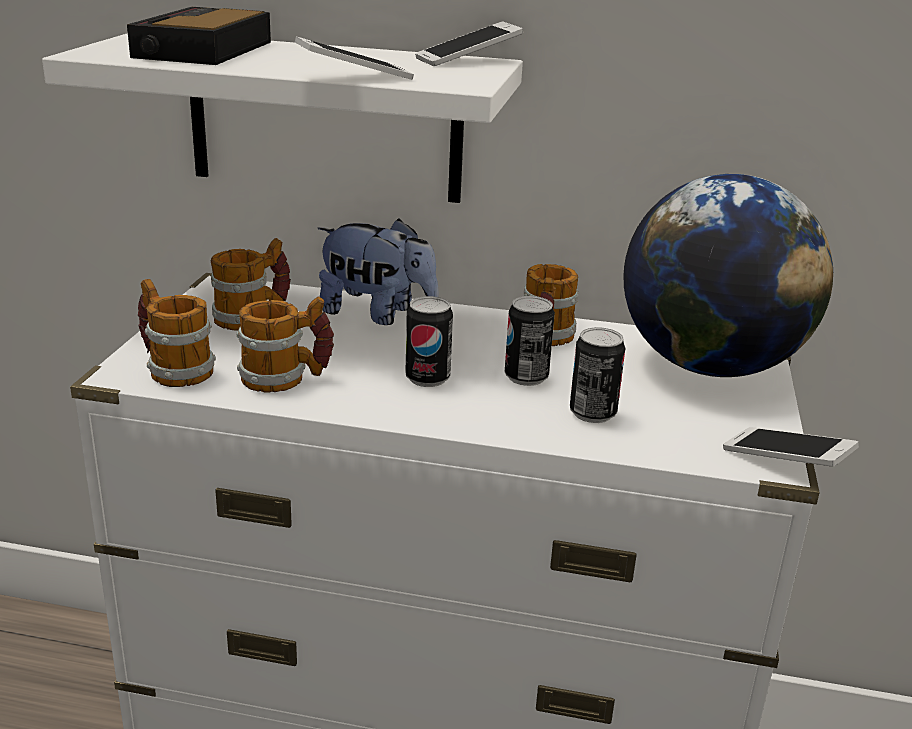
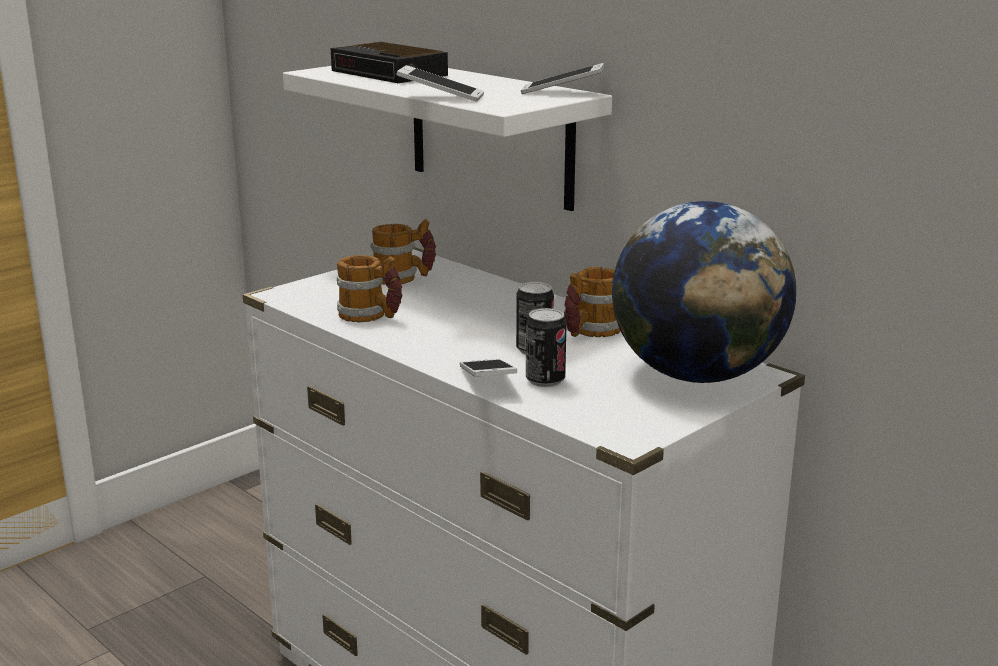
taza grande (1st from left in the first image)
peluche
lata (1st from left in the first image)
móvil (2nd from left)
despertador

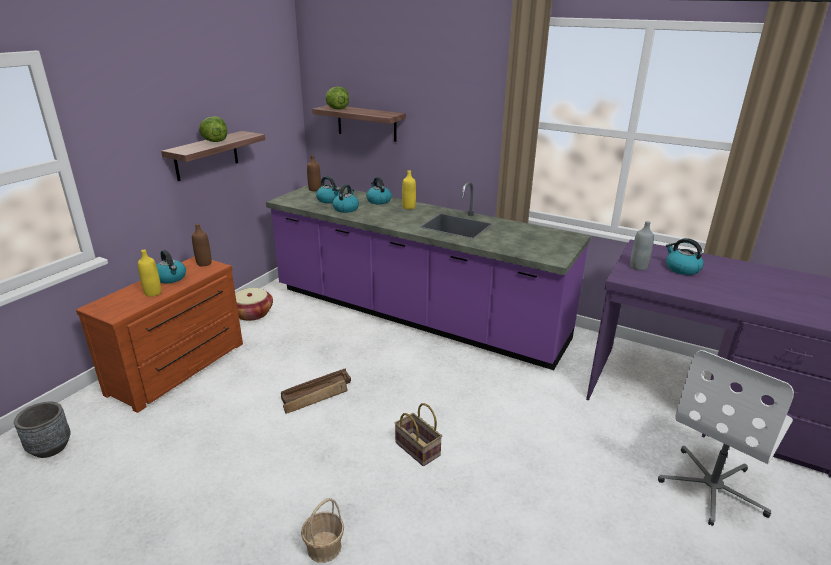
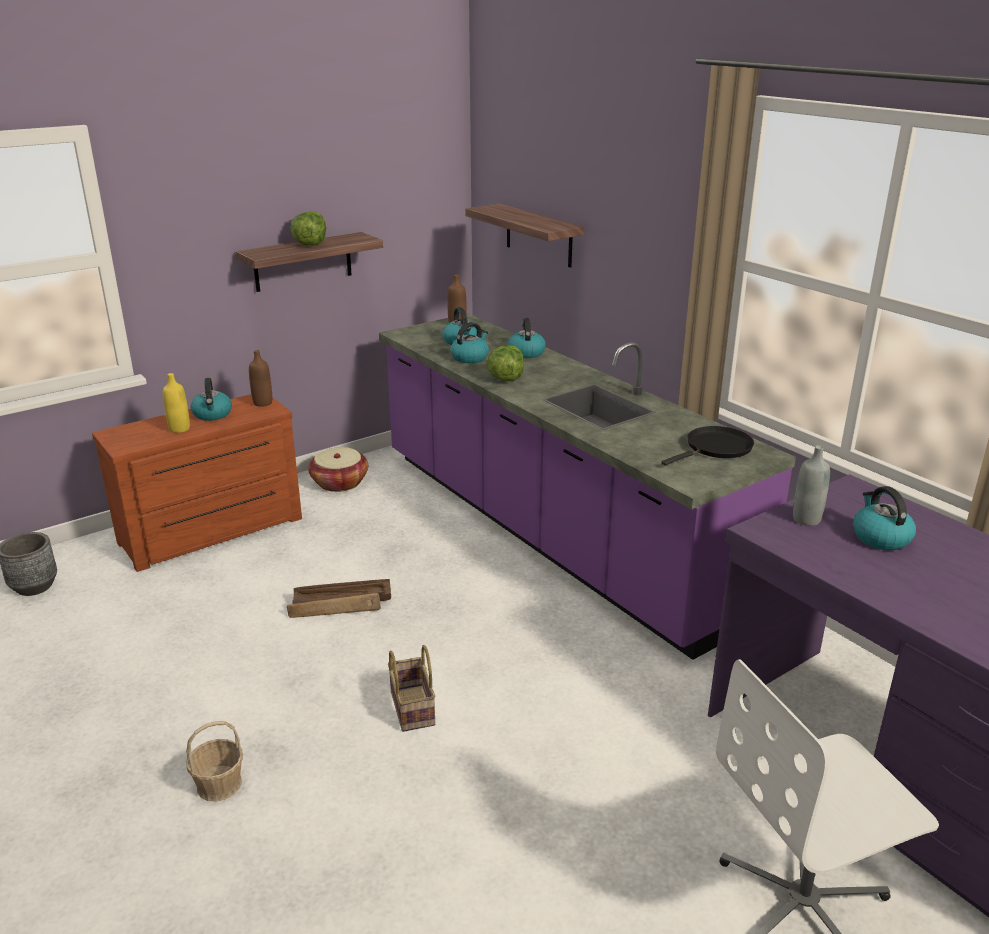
botella [amarillo] (2nd from left in the first image)
sartén [negro]
lechuga (2nd from left)

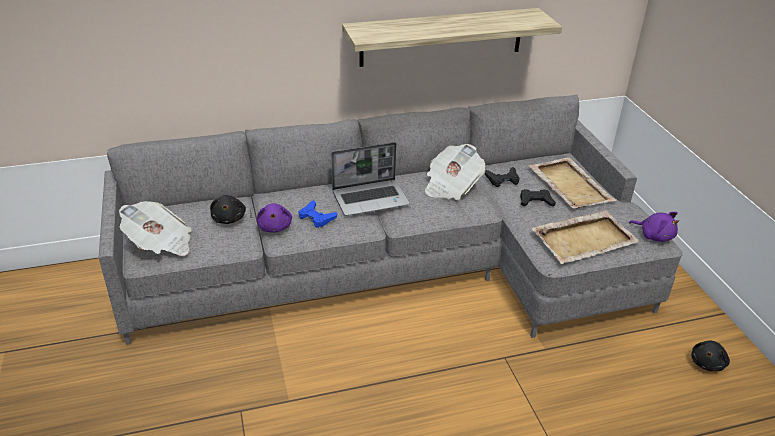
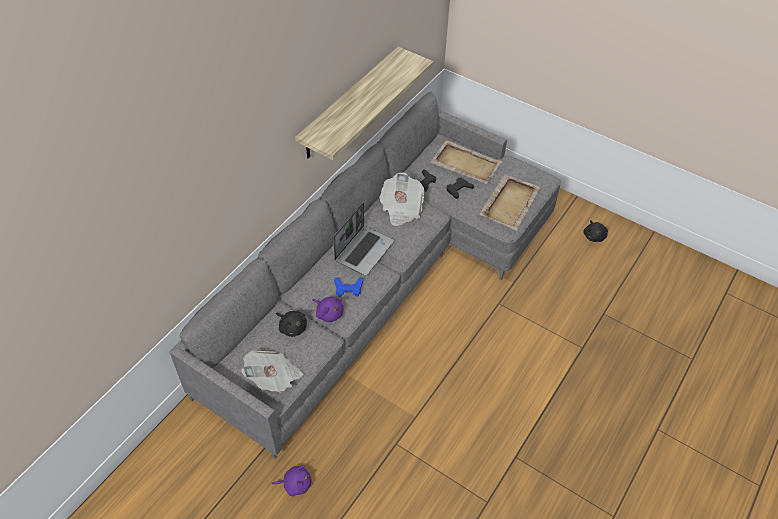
peluche [morado] (1st from left)

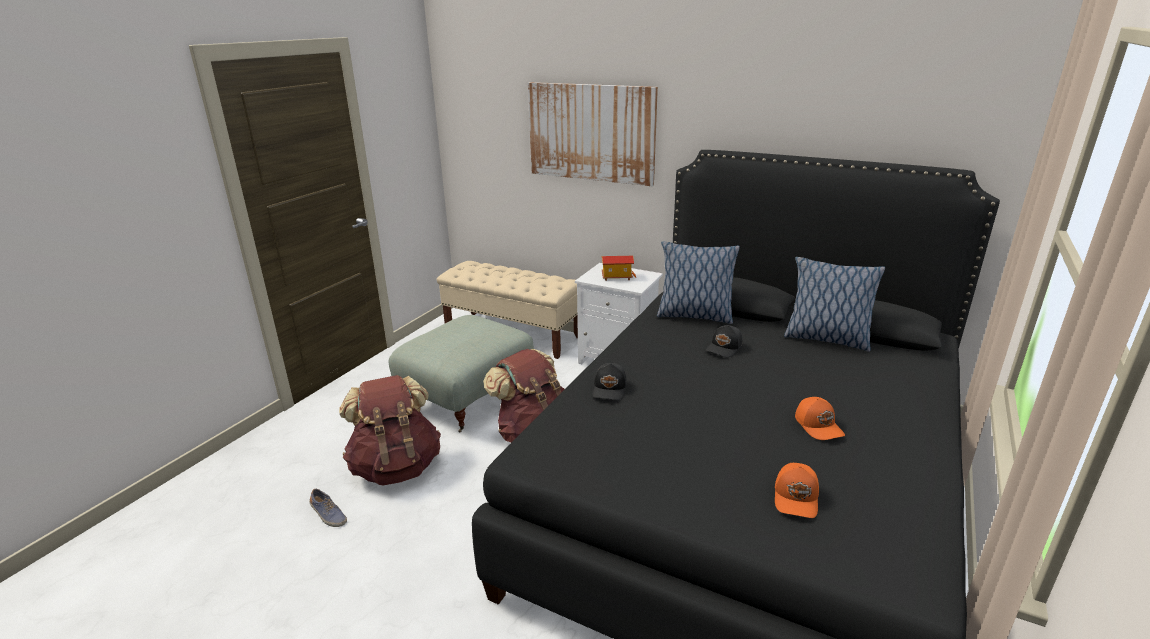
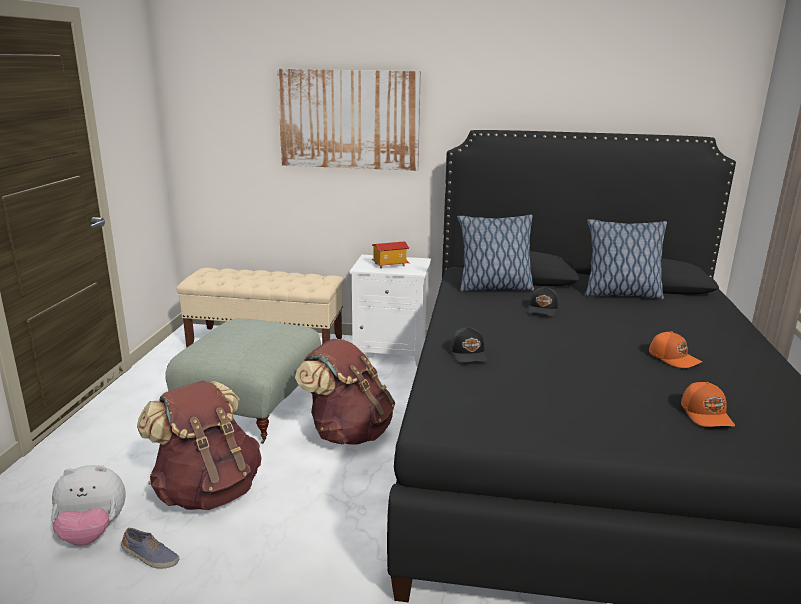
peluche

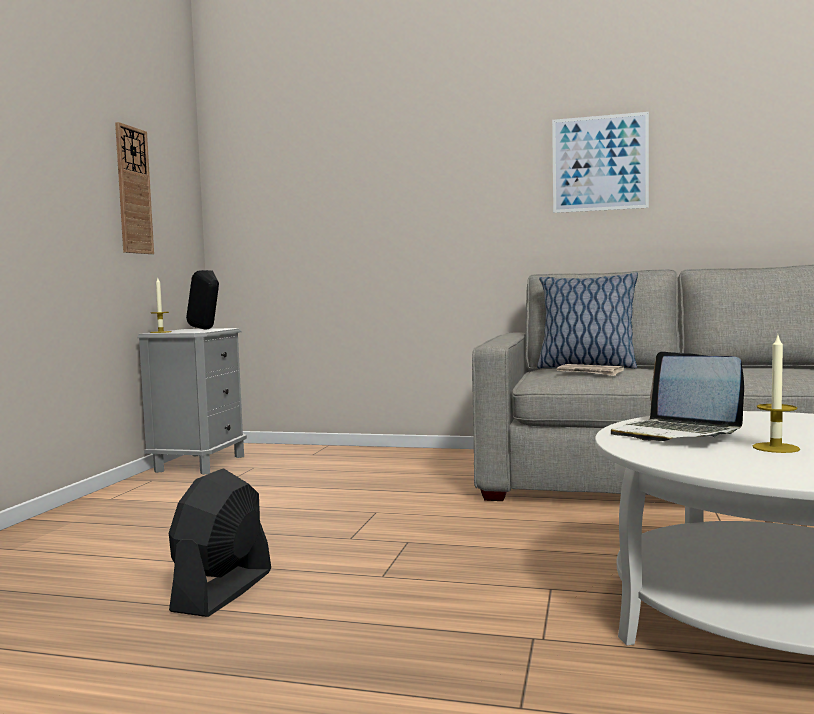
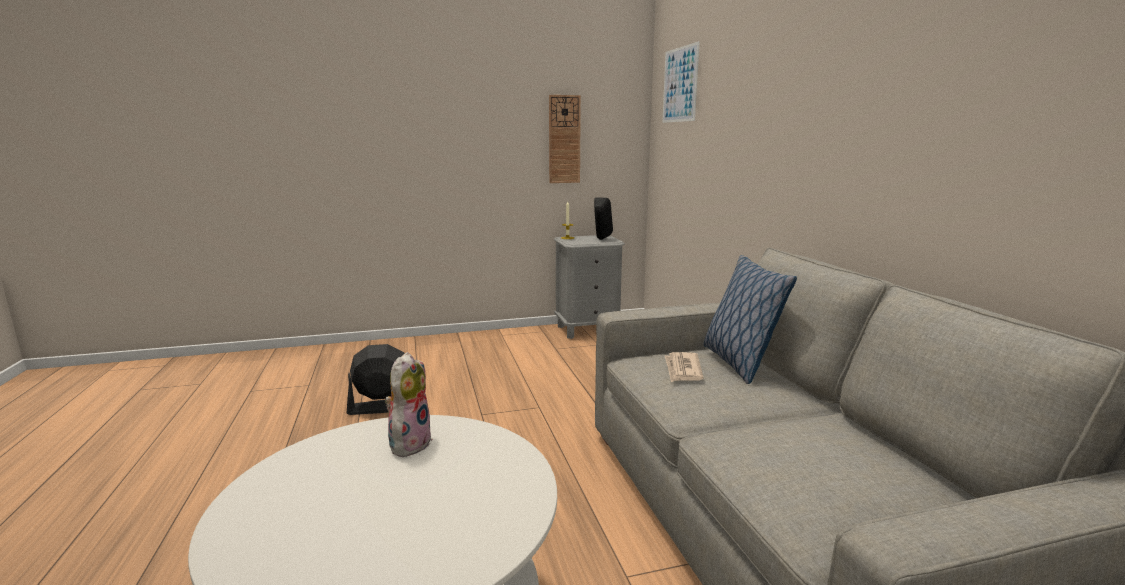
vela (2nd from left in the first image)
cuadro
peluche

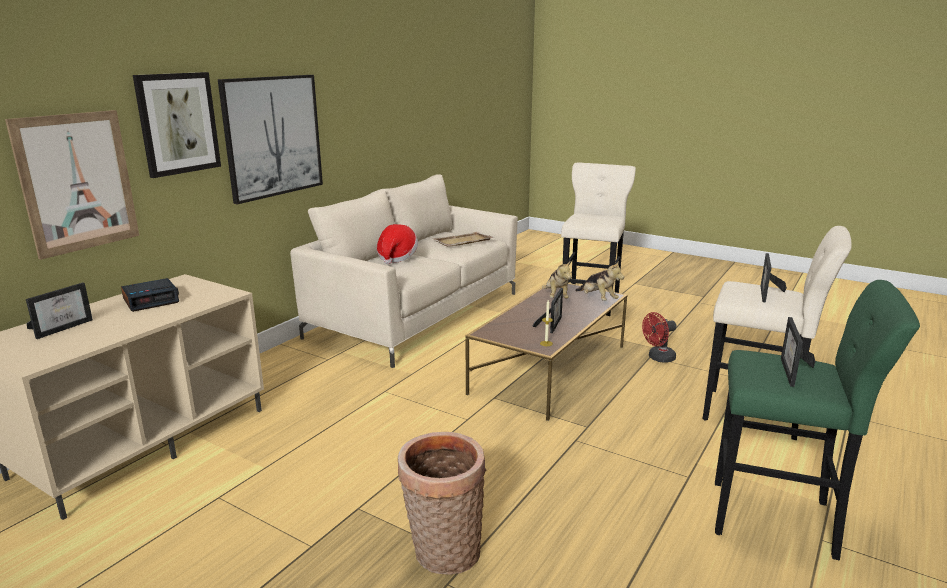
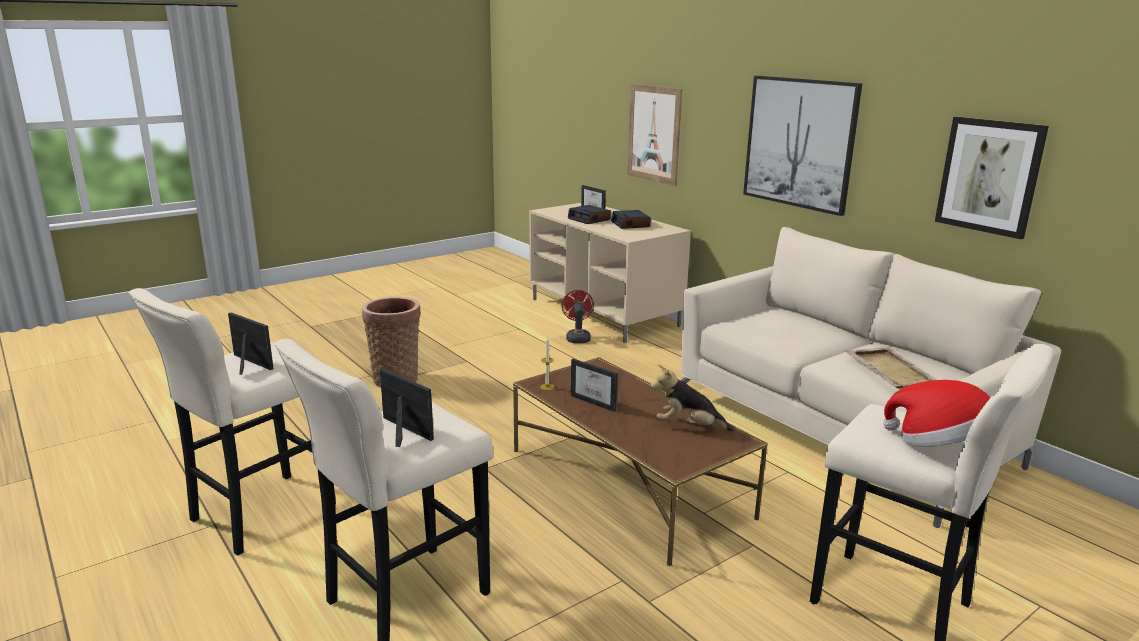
peluche (2nd from left in the first image)
despertador (1st from left)
cuadro (3rd from left)
sombrero
ventilador [rojo]
taburete [beis] (1st from left)

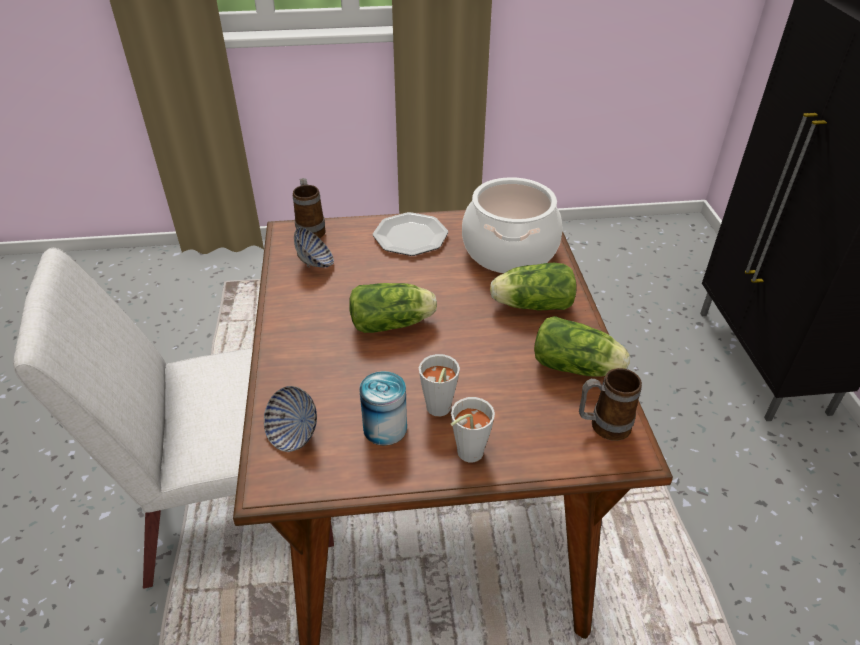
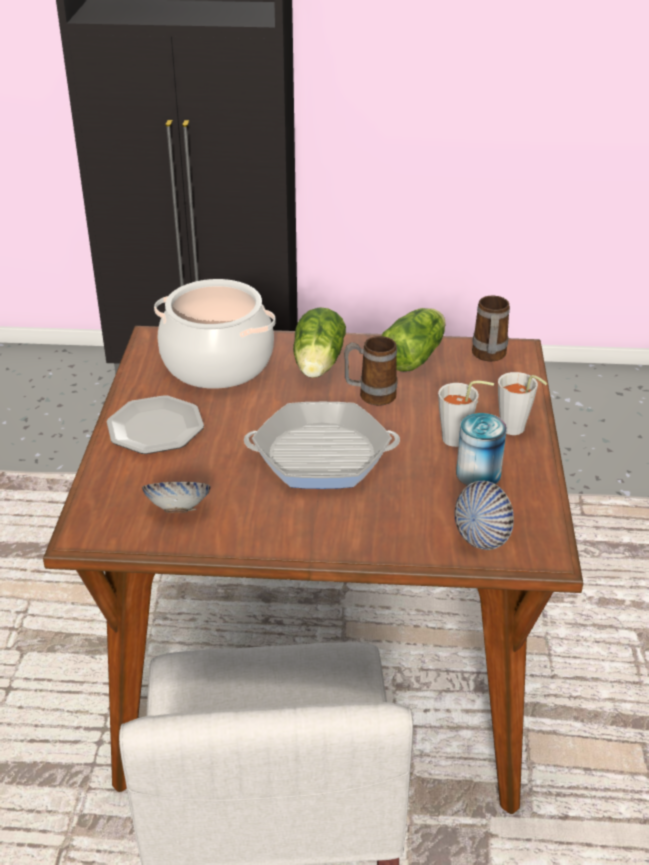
taza grande (1st from left)
sartén

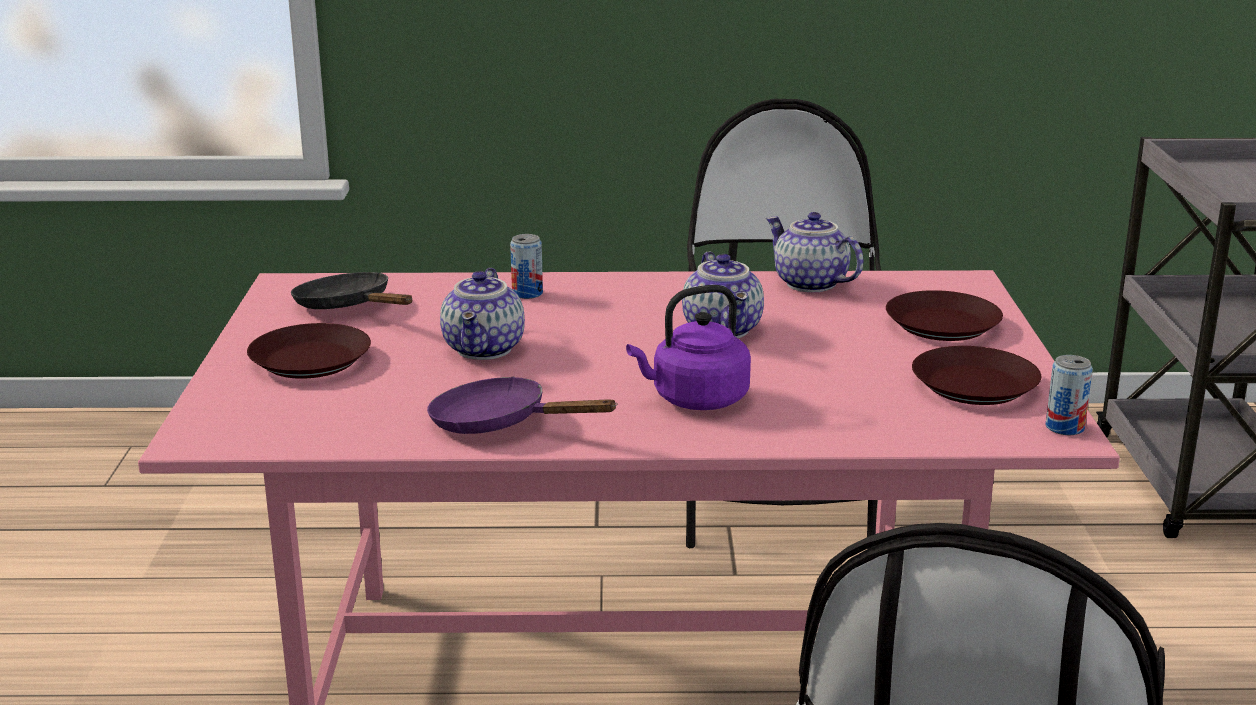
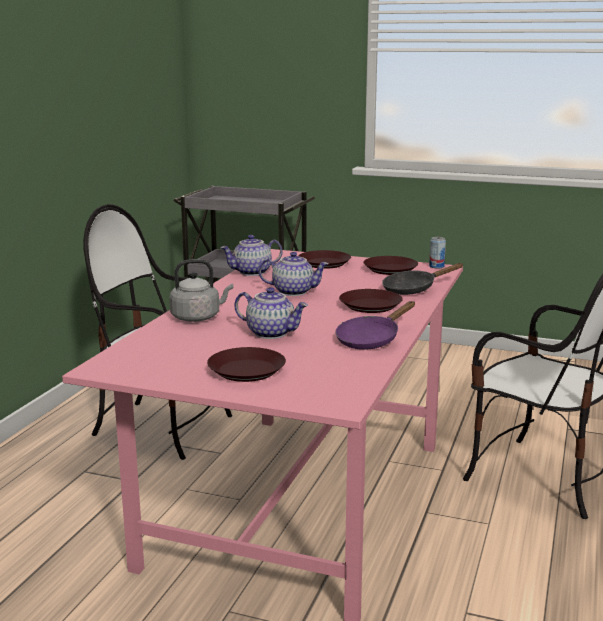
sartén [negro]
hervidor [gris]
plato [marrón] (3rd from left)

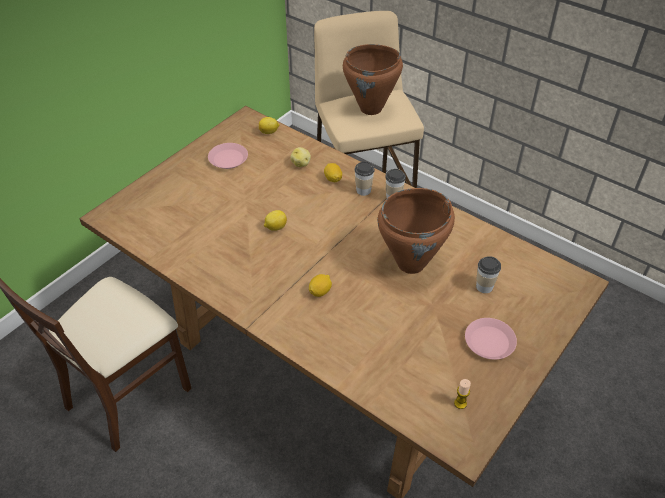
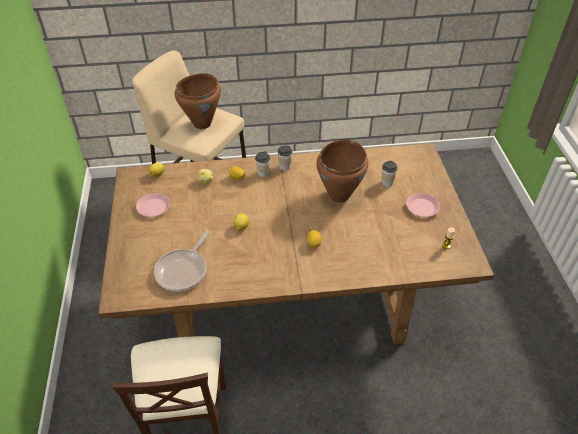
sartén

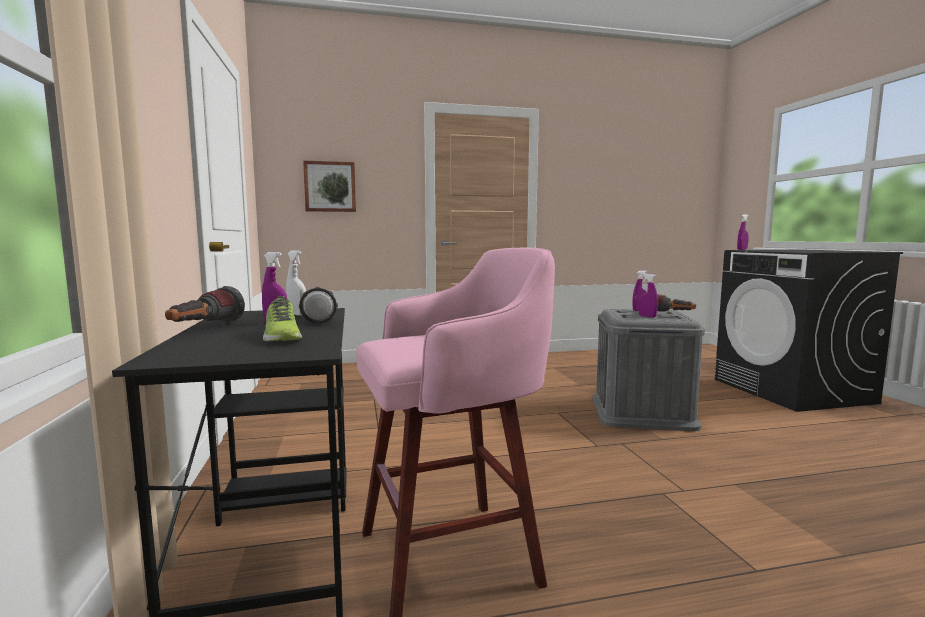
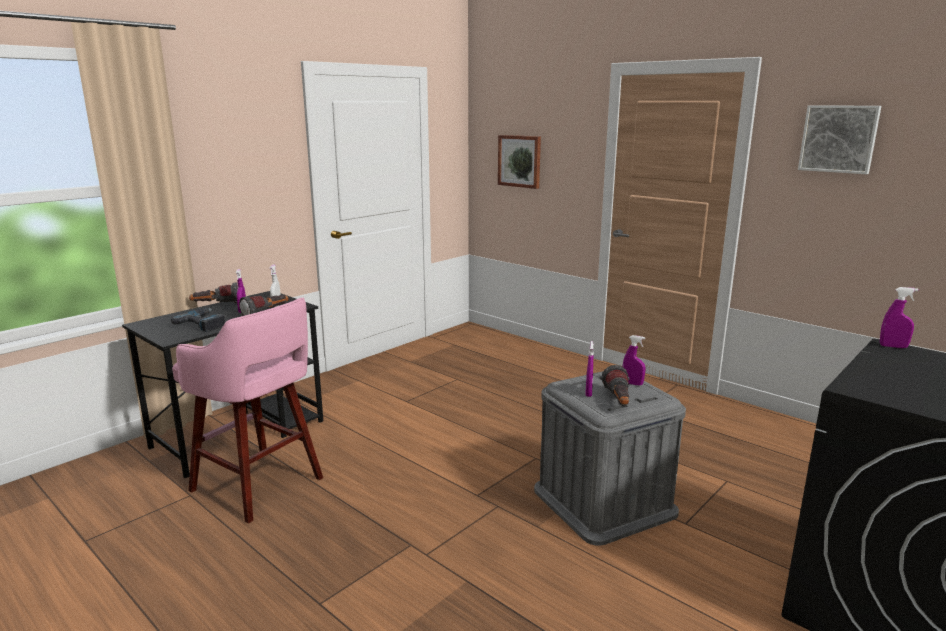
cuadro (2nd from left)
taladro

